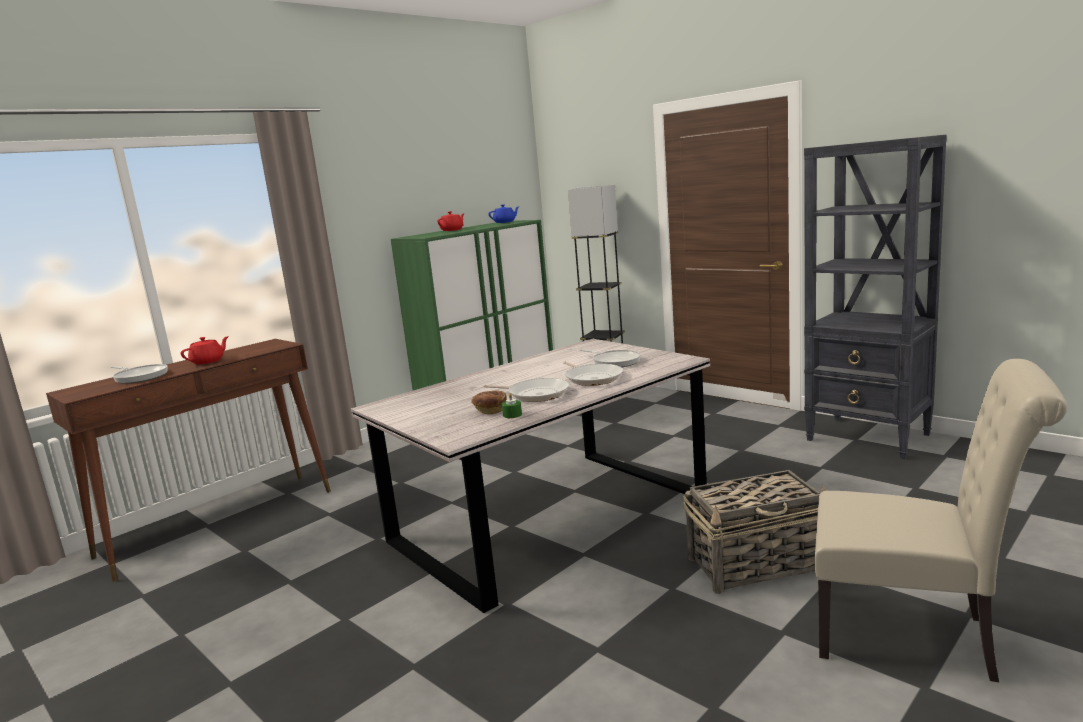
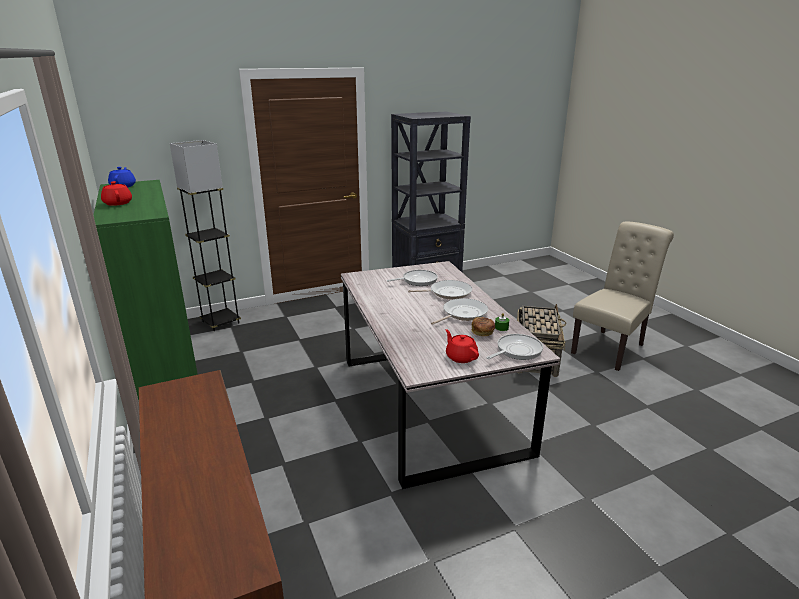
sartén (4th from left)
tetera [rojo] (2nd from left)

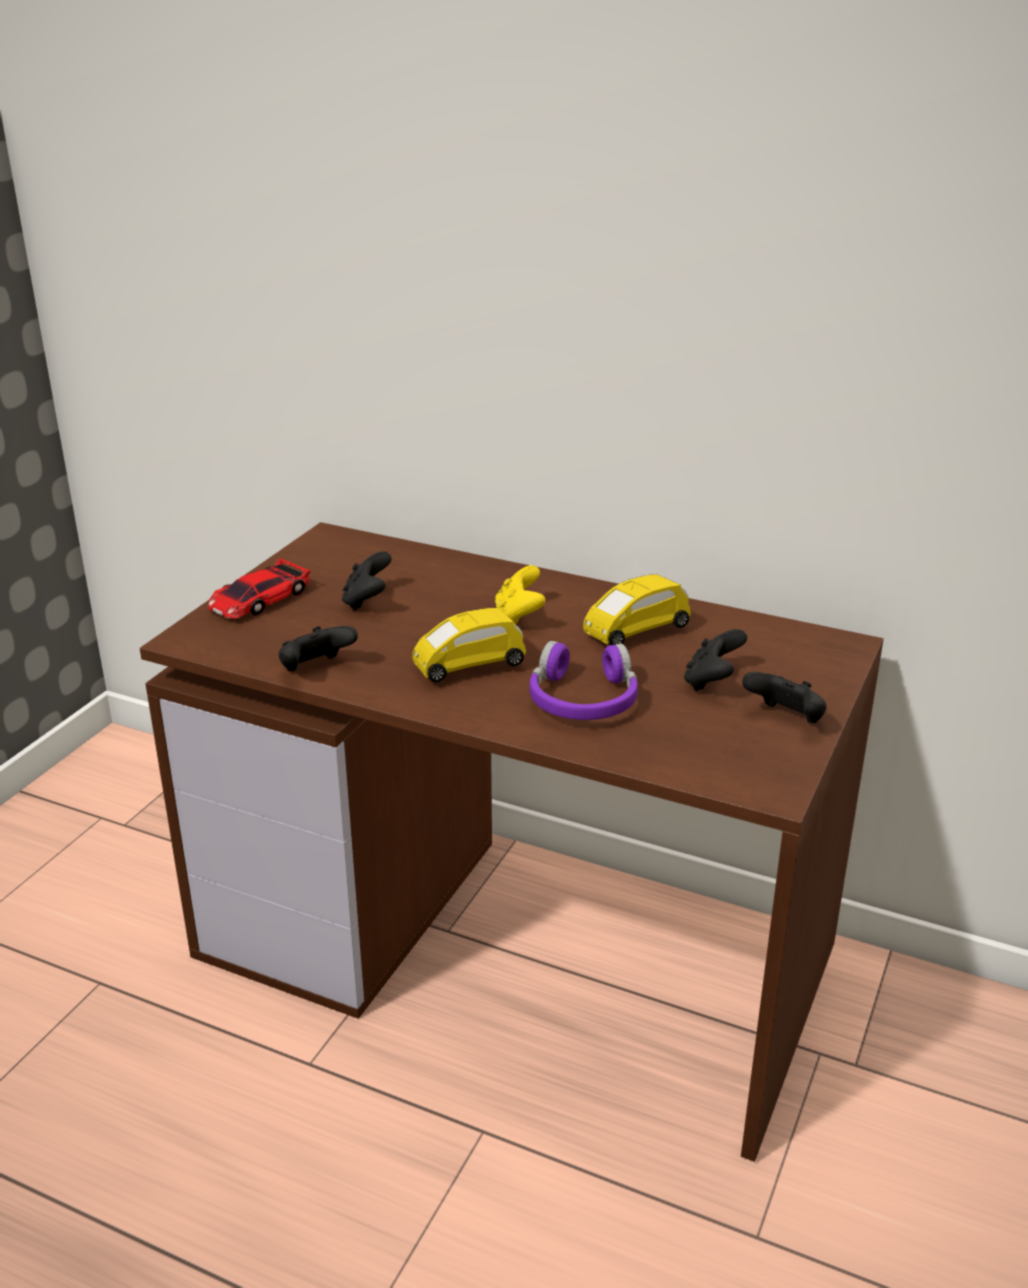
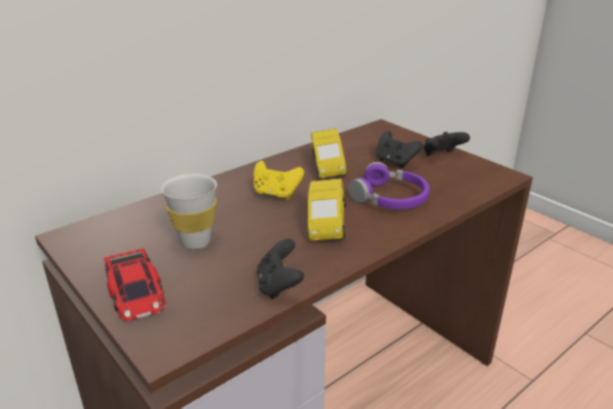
taza [blanco]

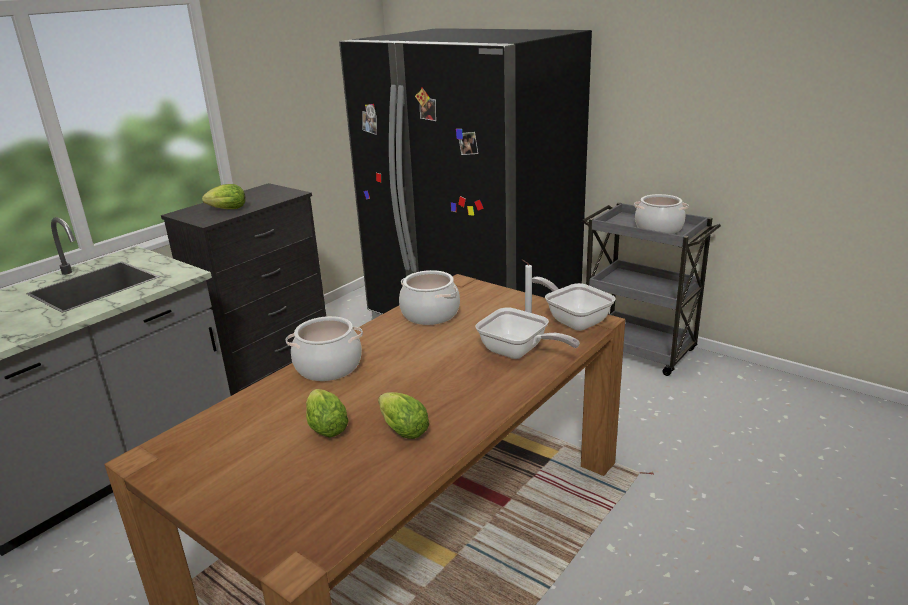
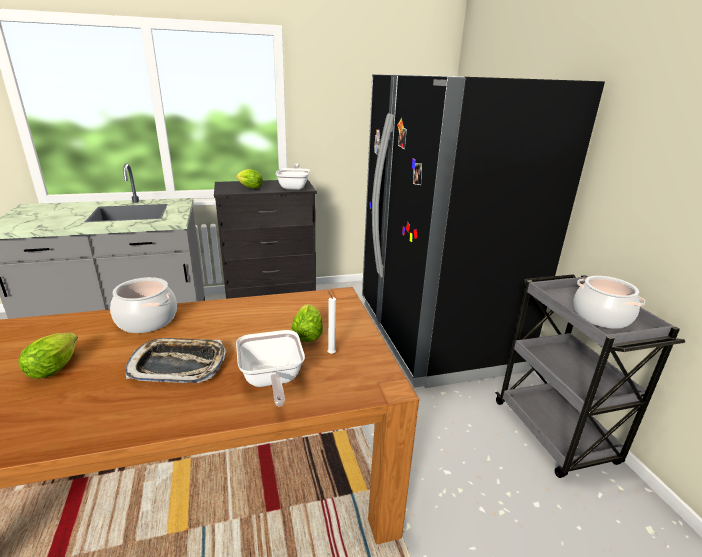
olla (2nd from left in the first image)
bandeja
lechuga (3rd from left)
sartén (2nd from left)

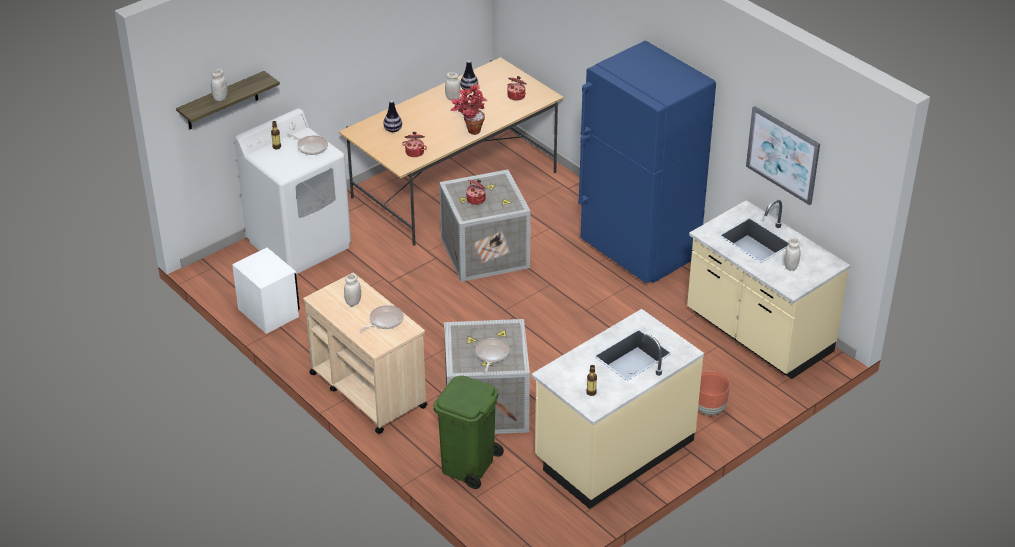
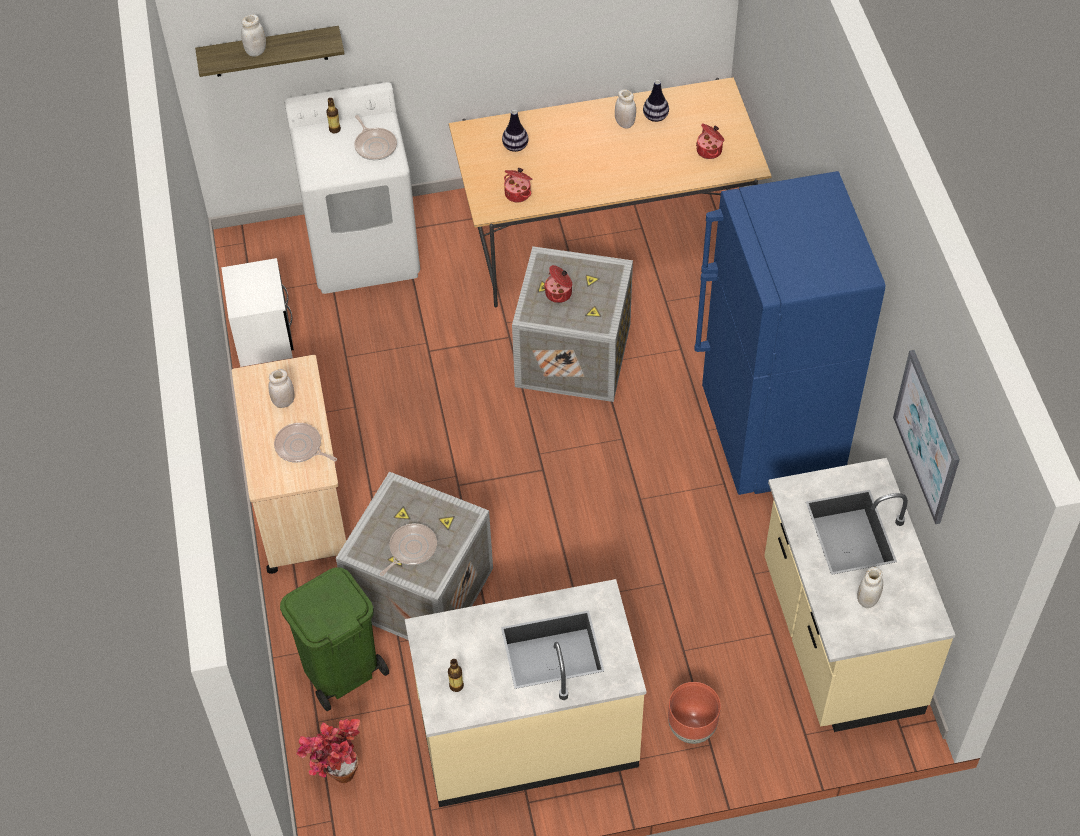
planta en maceta
sartén (1st from left)

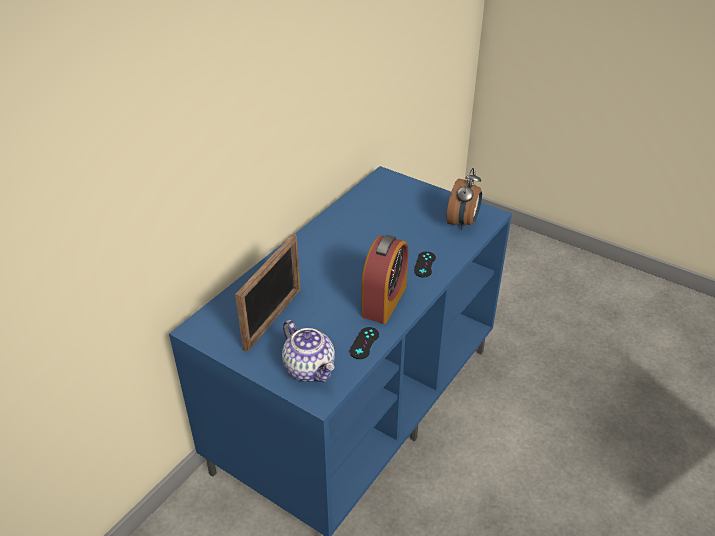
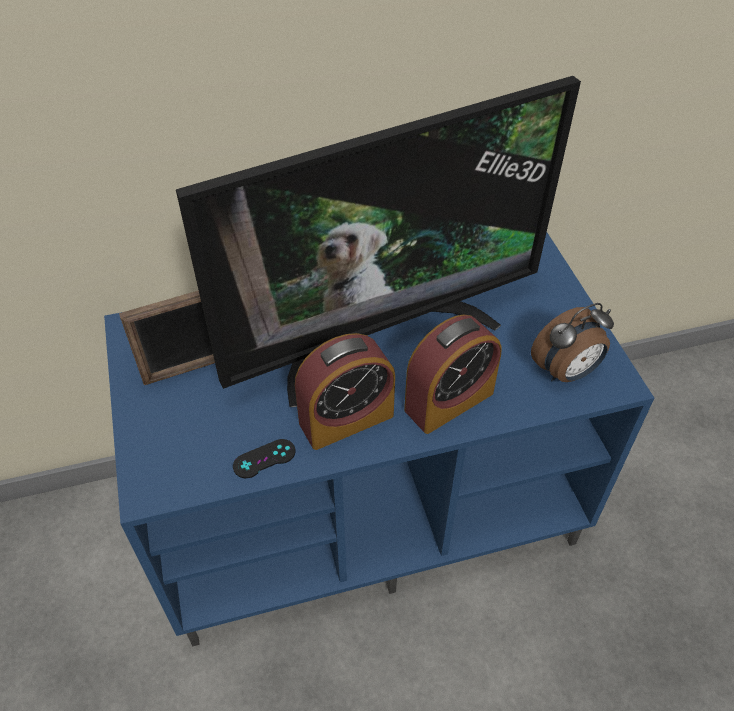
tetera
televisor
despertador (2nd from left)

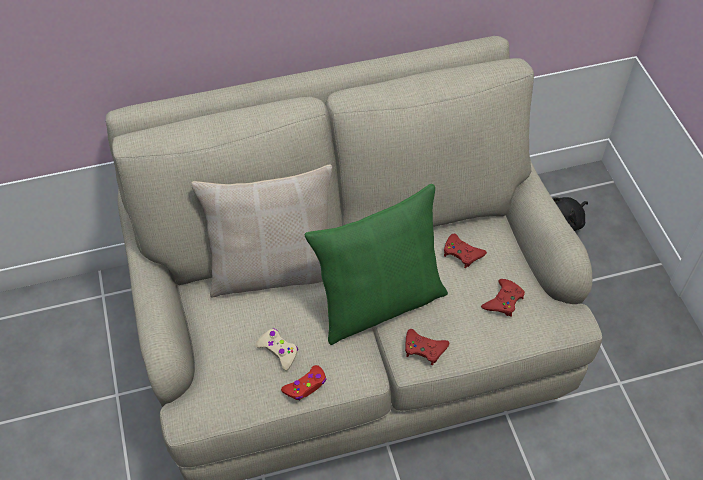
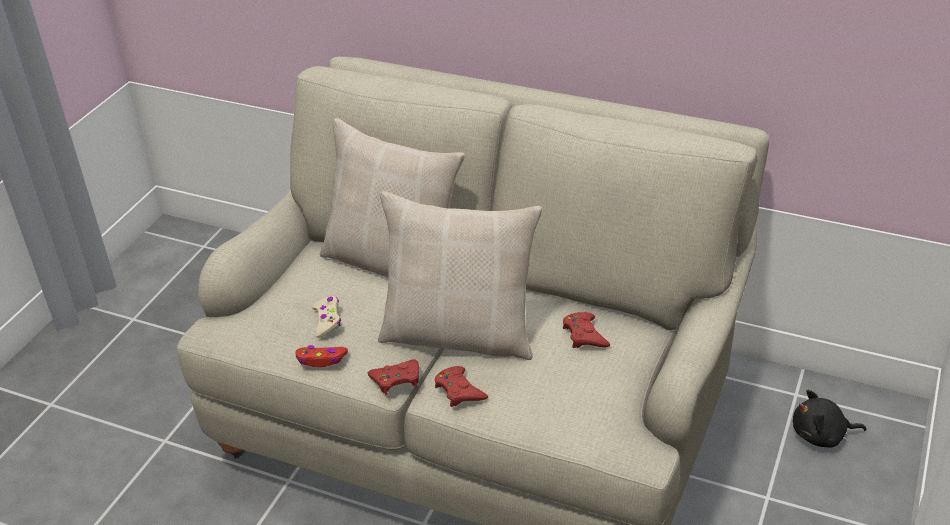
mando de consola [rojo] (2nd from left)
cojín [beis] (2nd from left)

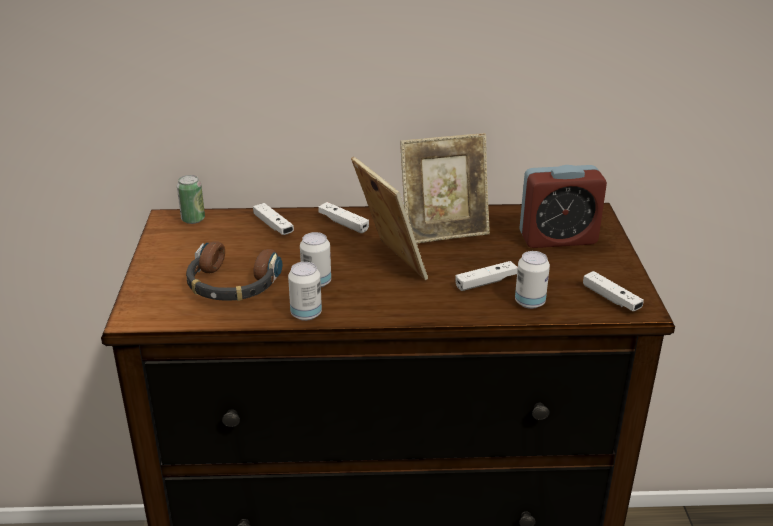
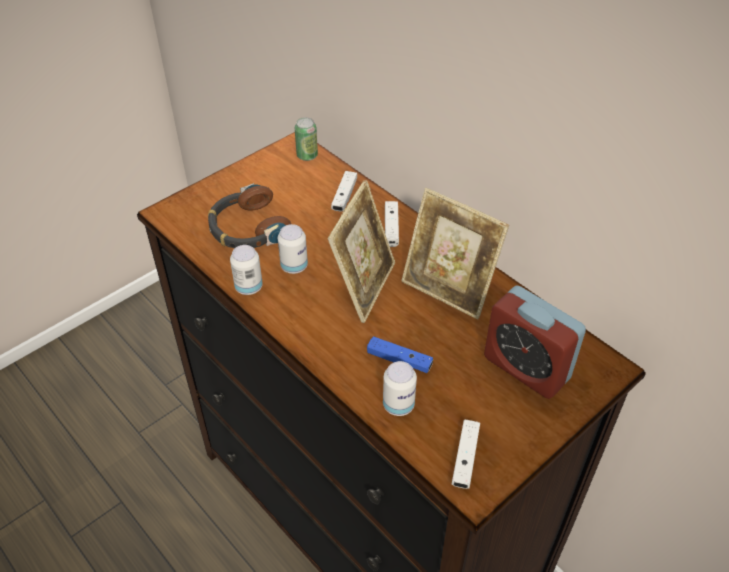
mando de consola [azul]

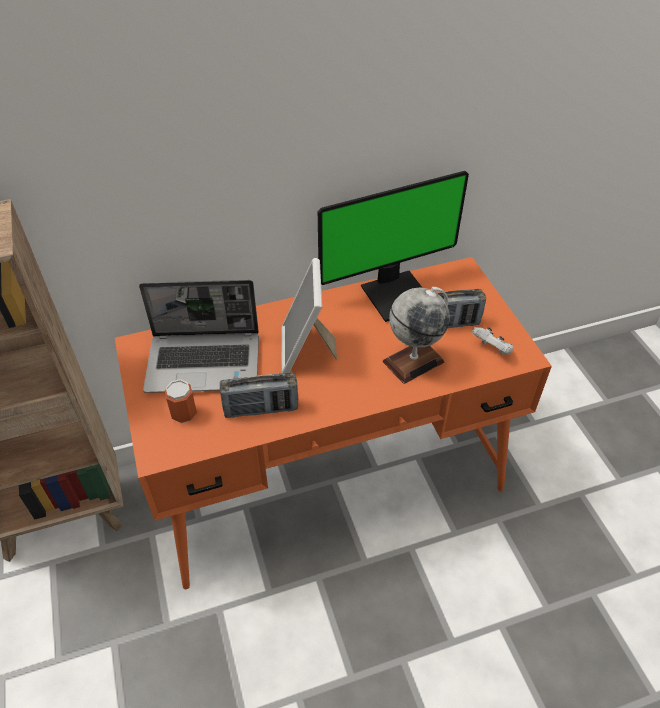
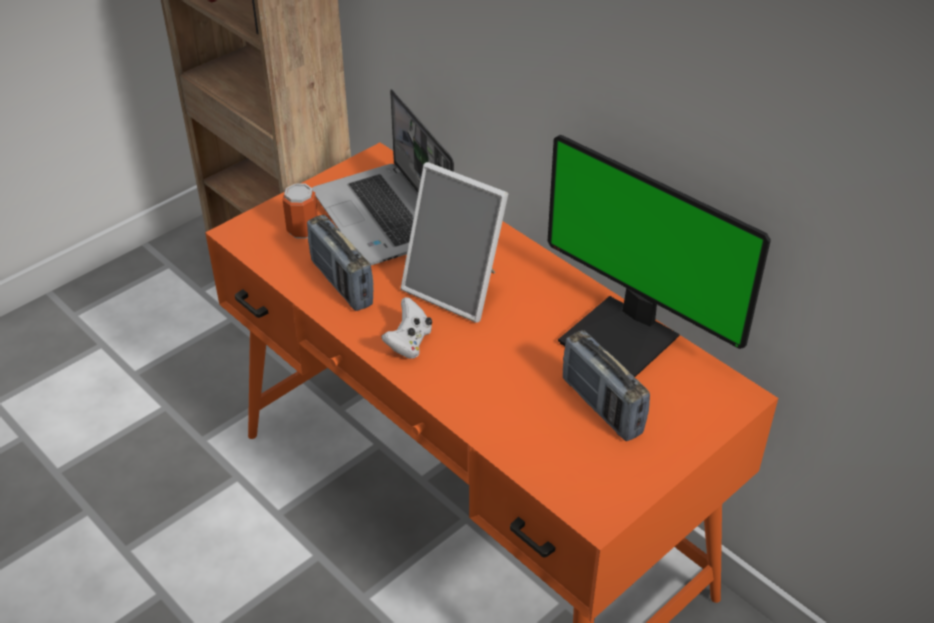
globo terráqueo
mando de consola [blanco]
portarretratos

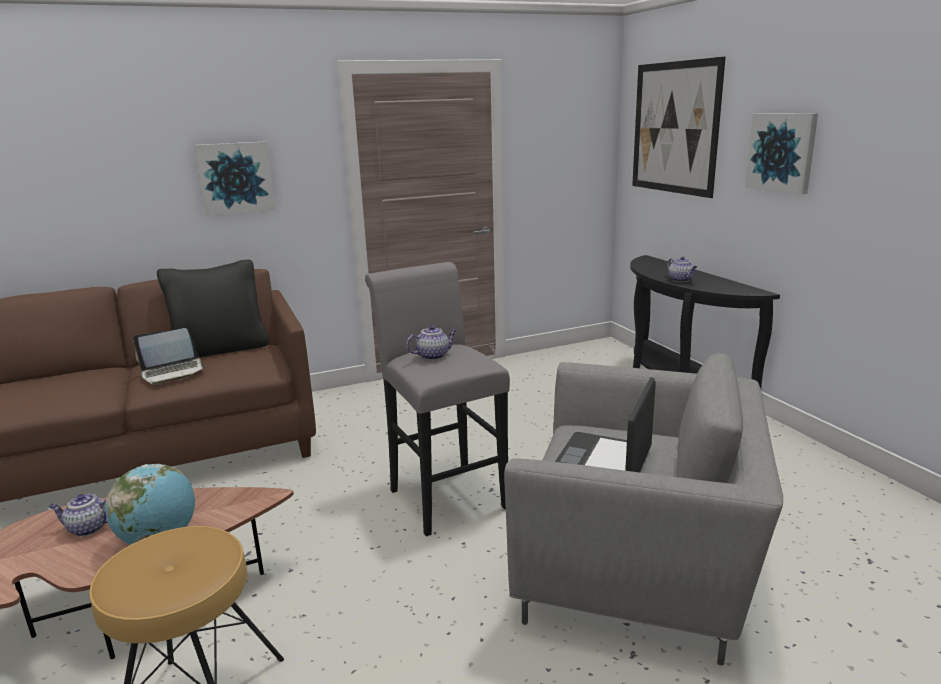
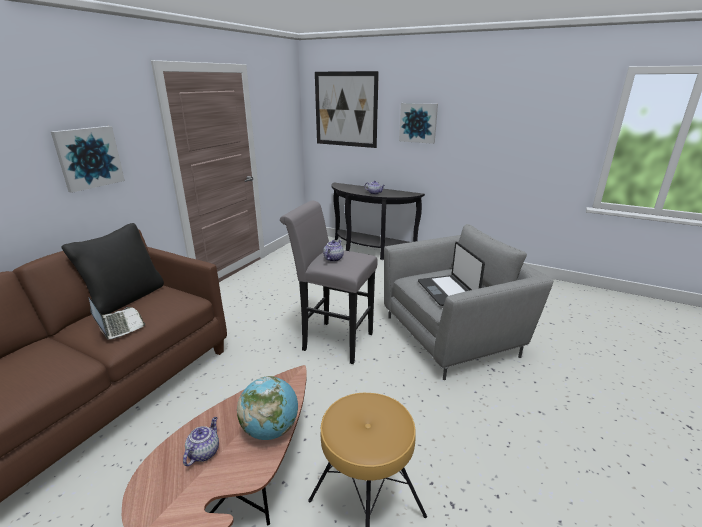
tetera (1st from left)
portátil (1st from left)

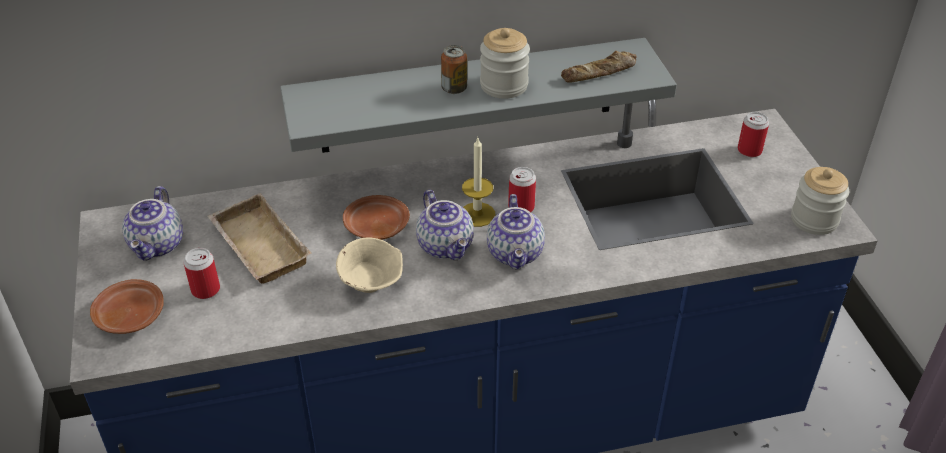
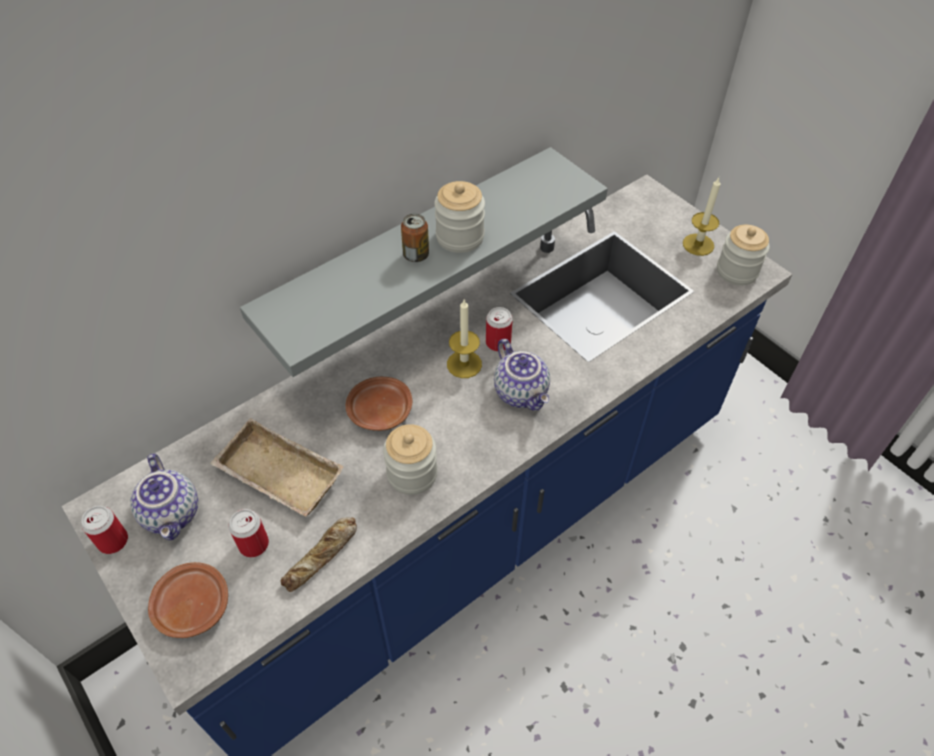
tetera (2nd from left in the first image)
vela (2nd from left)
pan
lata (1st from left)
tarro (1st from left)

